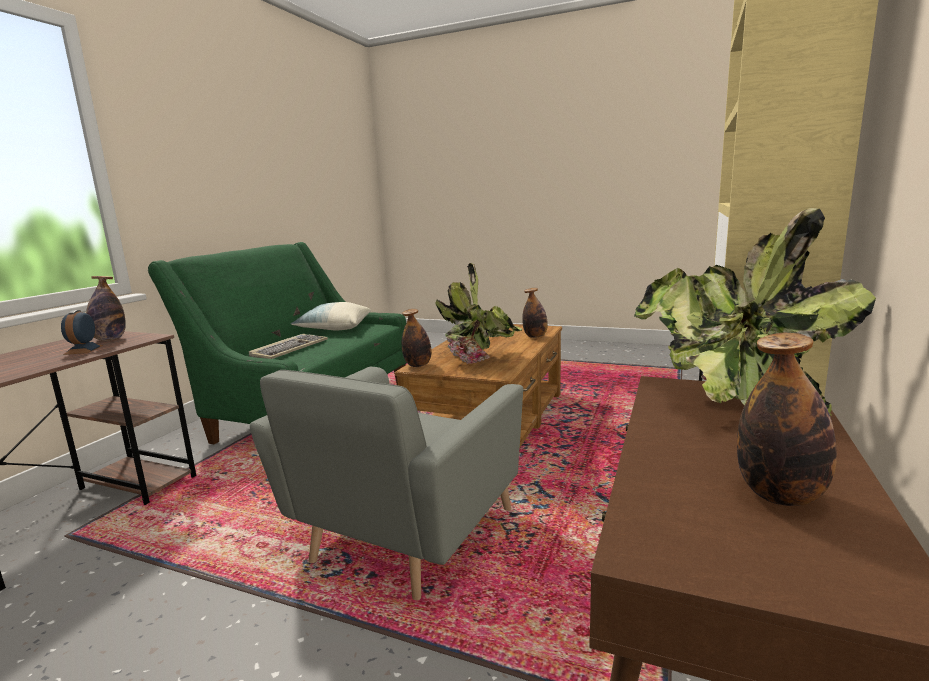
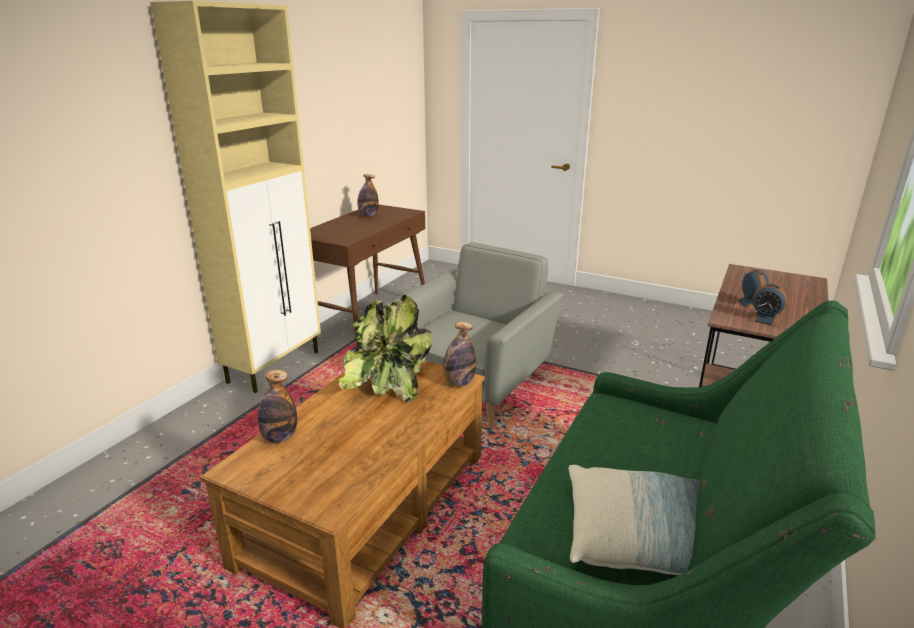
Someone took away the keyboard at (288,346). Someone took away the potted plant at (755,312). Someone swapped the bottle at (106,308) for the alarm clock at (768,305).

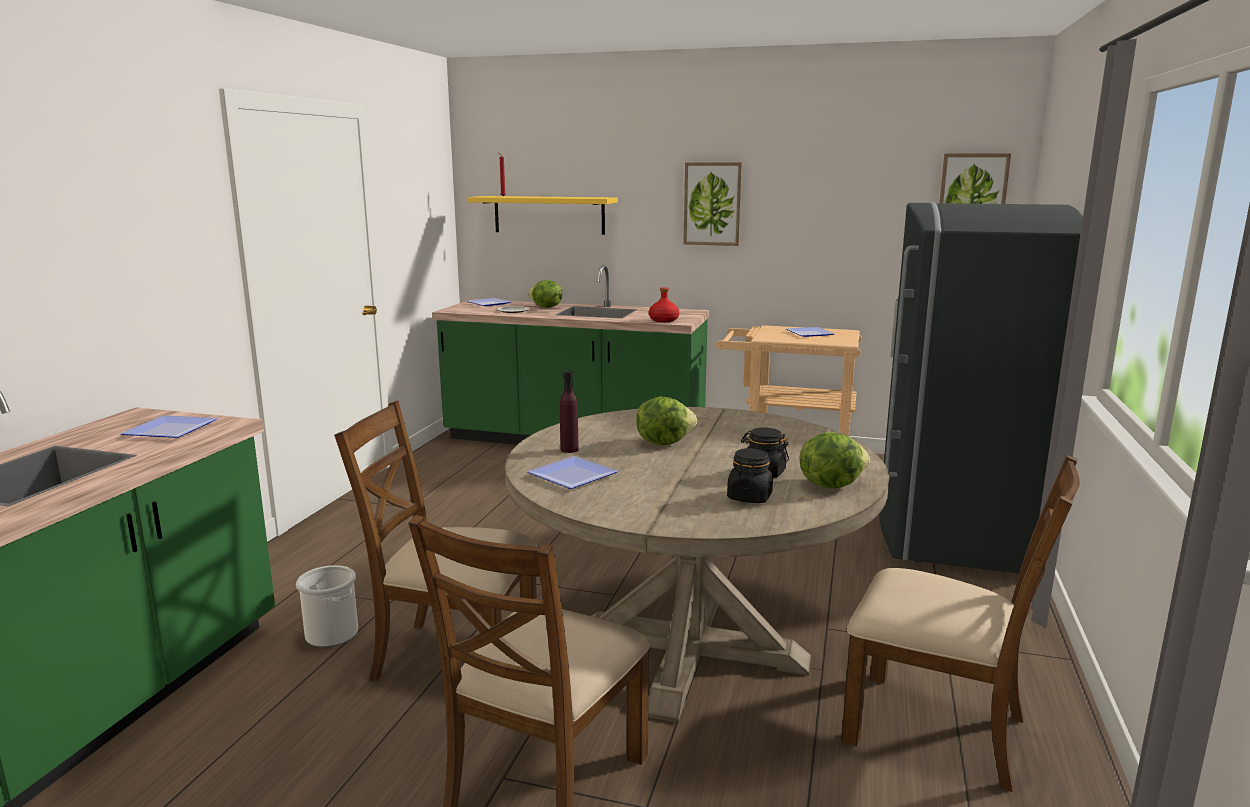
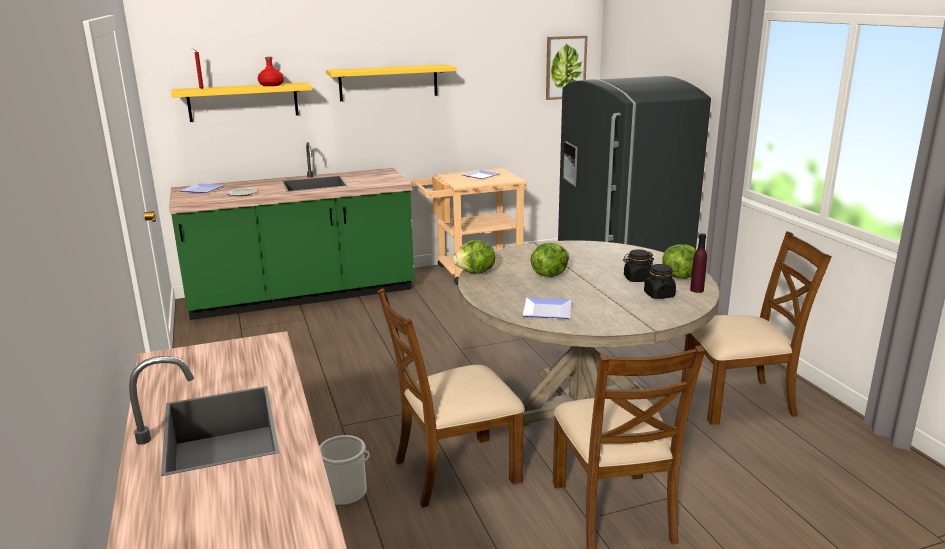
Someone took away the plate at (169,426). Someone carried the lettuce from (545,294) to (474,257). Someone carried the bottle in purple from (569,412) to (698,263). Someone carried the bottle in red from (664,304) to (271,71). Someone swapped the picture at (712,204) for the shelf in yellow at (391,82).

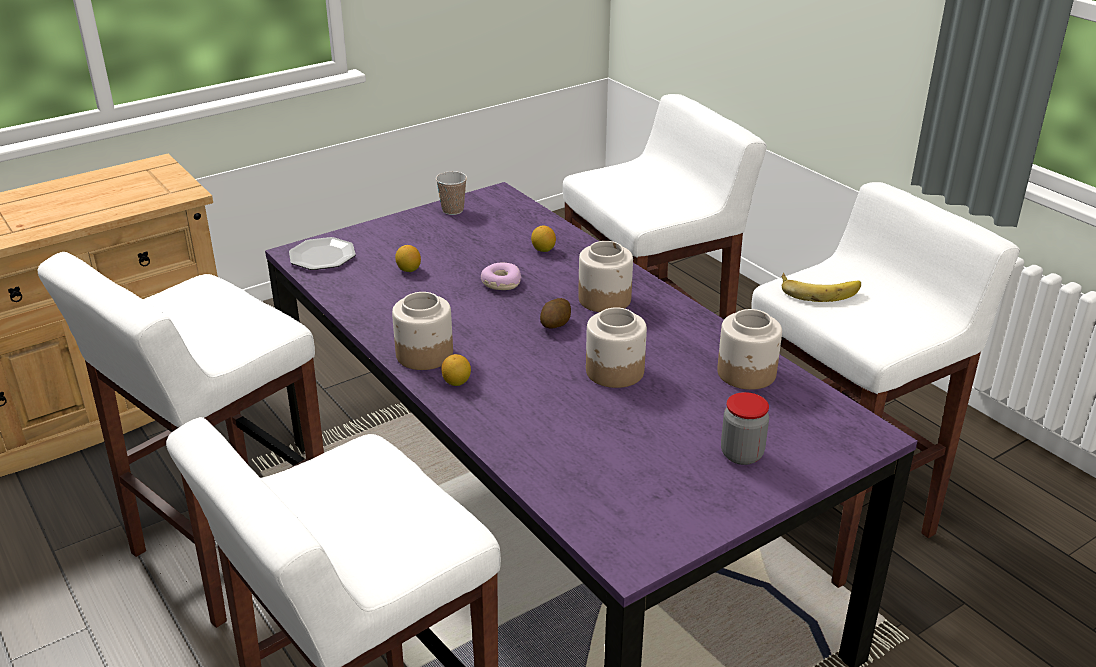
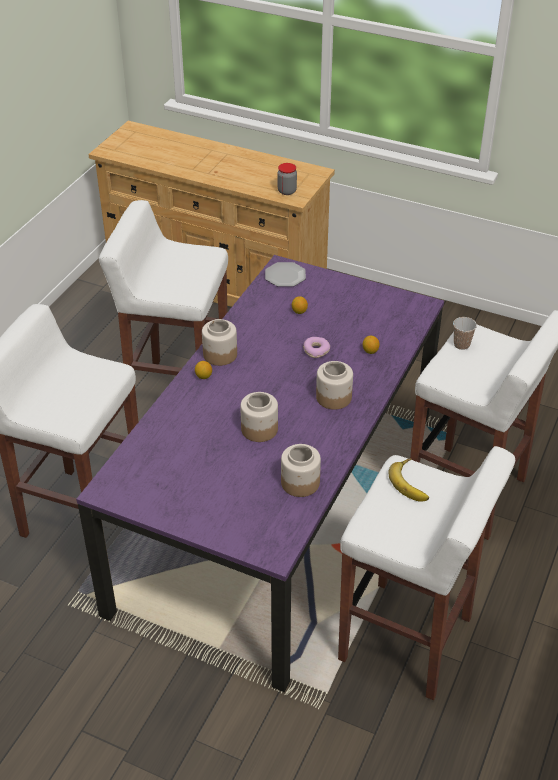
Someone took away the potato at (555,313). Someone carried the cup from (451,193) to (465,333). Someone carried the jar from (745,428) to (287,179).

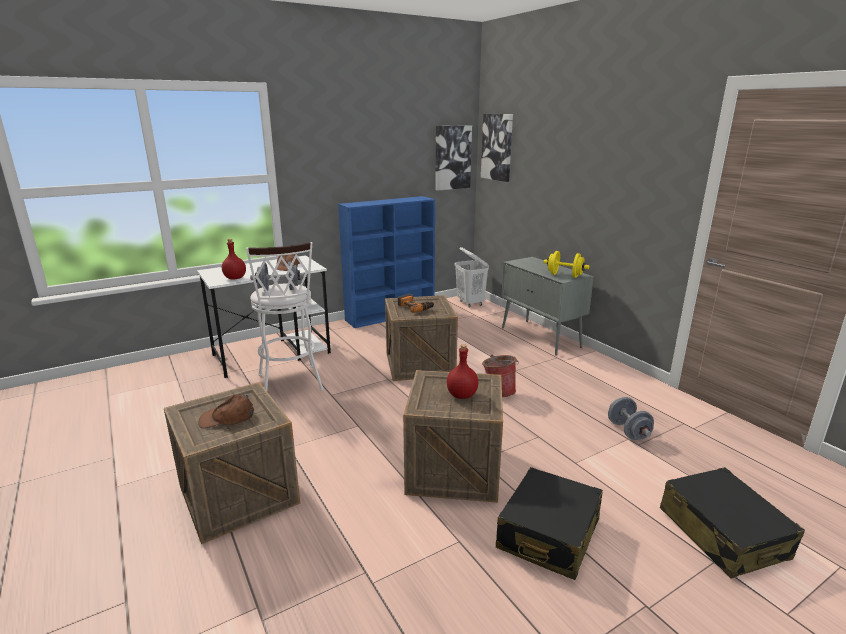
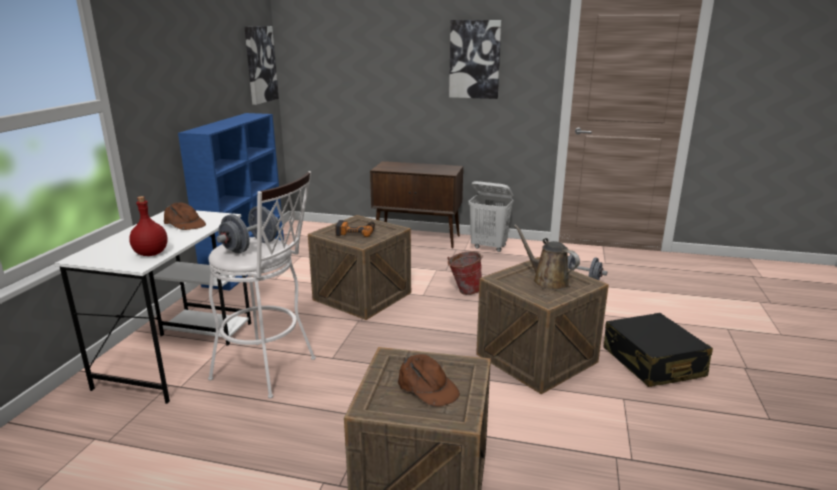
Someone took away the dumbbell in yellow at (566,264). Someone took away the suitcase in black at (732,522). Someone carried the laundry basket in white from (472,277) to (490,216). Someone carried the picture from (497,148) to (475,59). Someone swapped the bottle in red at (462,371) for the watering can in brown at (547,257). Someone repainted the cabinet in grey at (547,306), which became the cabinet in brown at (416,205). Someone rotated the cap in brown at (226,411) by 75 degrees counterclockwise.

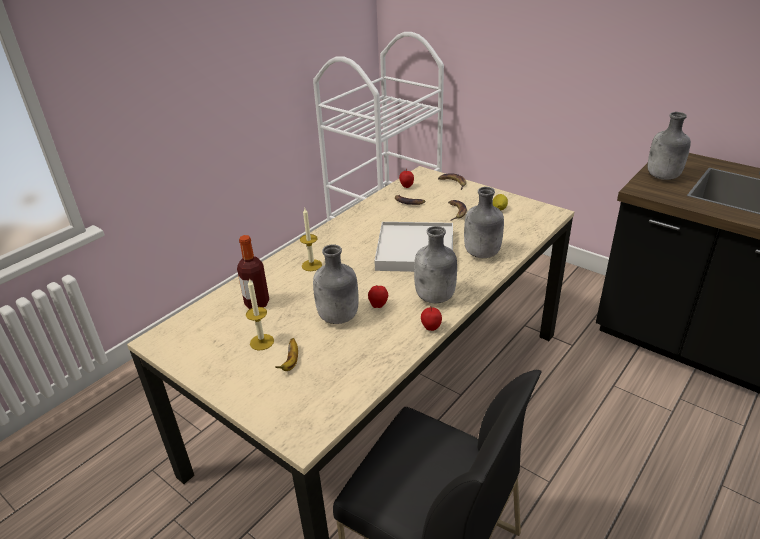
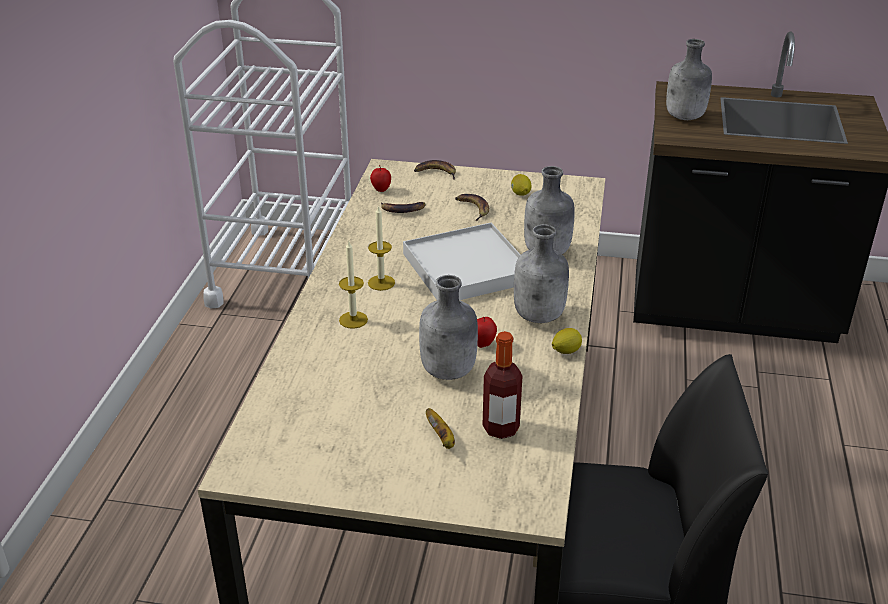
Someone carried the bottle from (253,272) to (502,385). Someone carried the candle from (260,314) to (381,248). Someone swapped the apple at (431,318) for the lemon at (567,341).

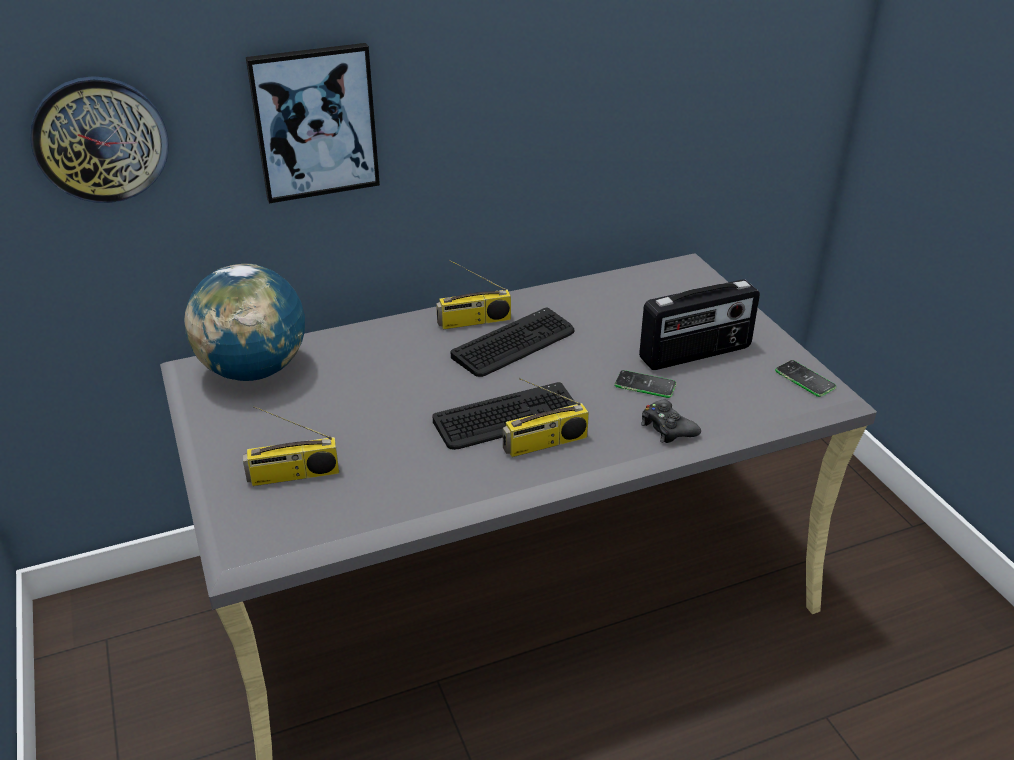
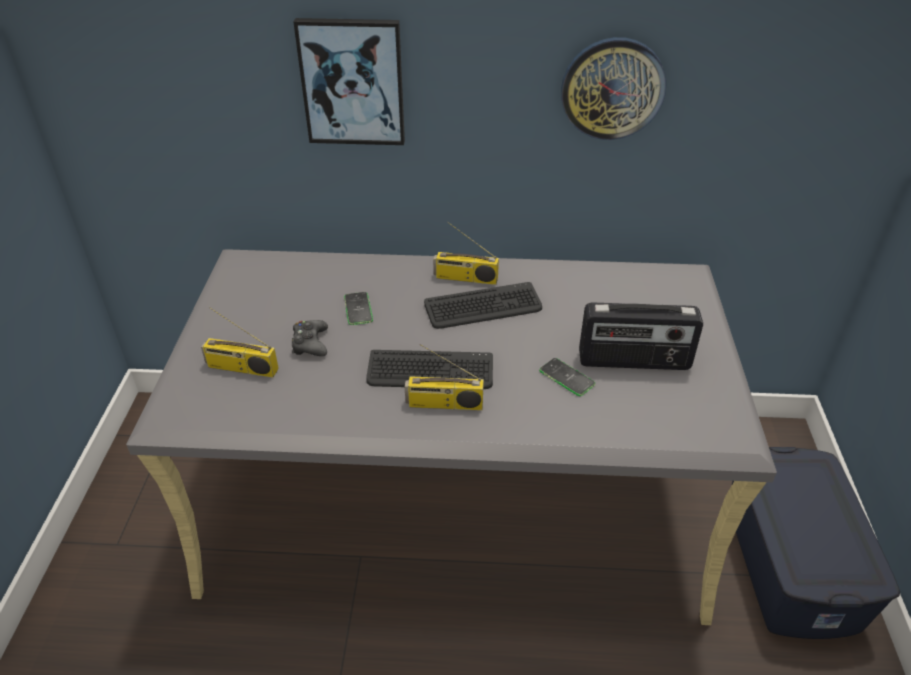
Someone took away the globe at (244,322). Someone put down the storage box in blue at (816,543). Someone carried the wall clock from (99,139) to (613,88). Someone carried the game controller in black from (671,421) to (310,338). Someone carried the phone from (805,378) to (358,308).

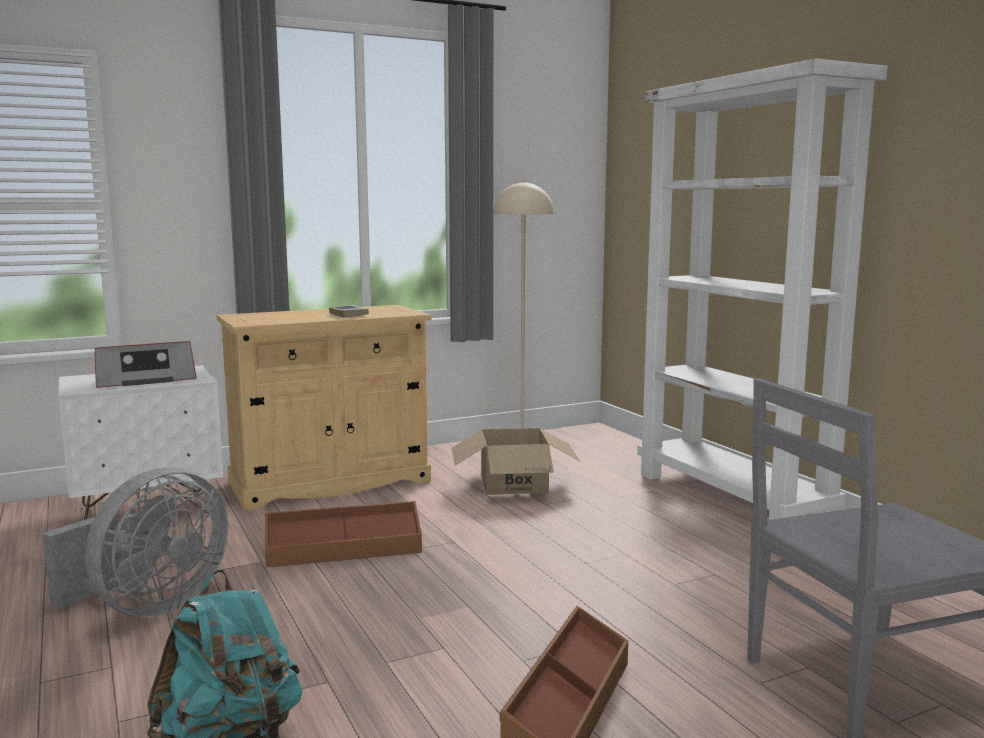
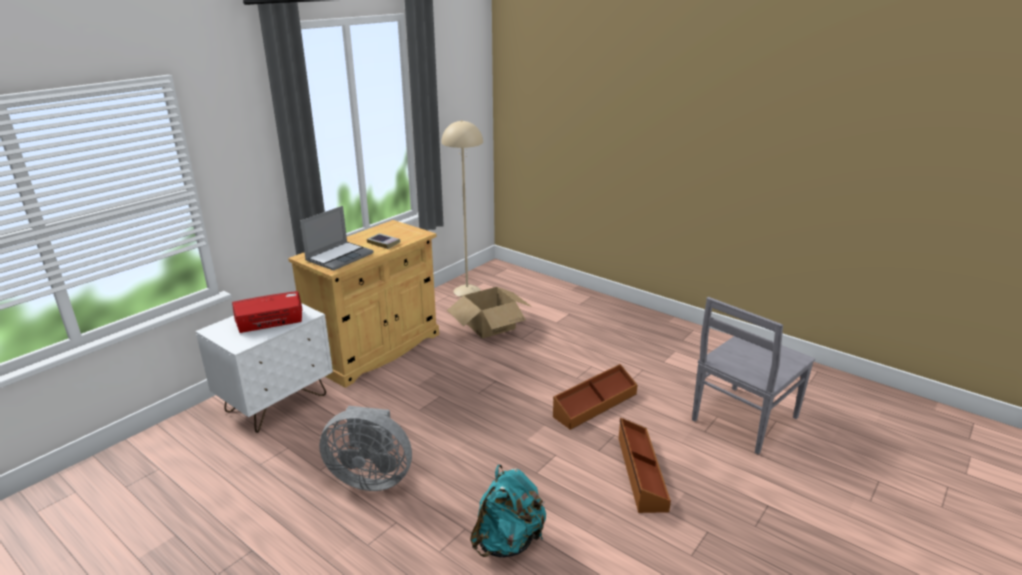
Someone took away the bookcase in white at (762,289). Someone put down the laptop at (337,238). Someone carried the storage box in brown from (343,534) to (595,397). Someone rotated the fan in grey at (135,542) by 90 degrees clockwise. Someone rotated the radio at (146,364) by 150 degrees counterclockwise.

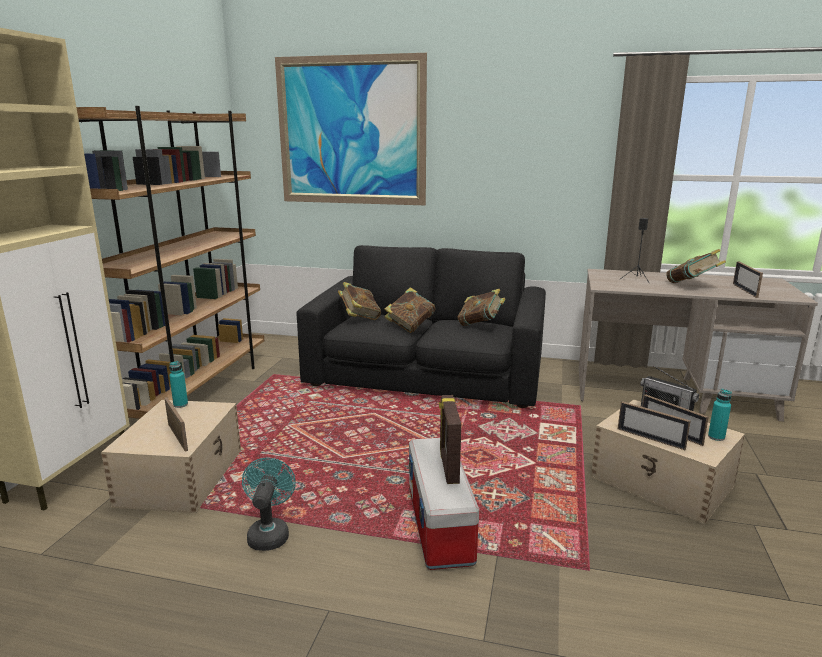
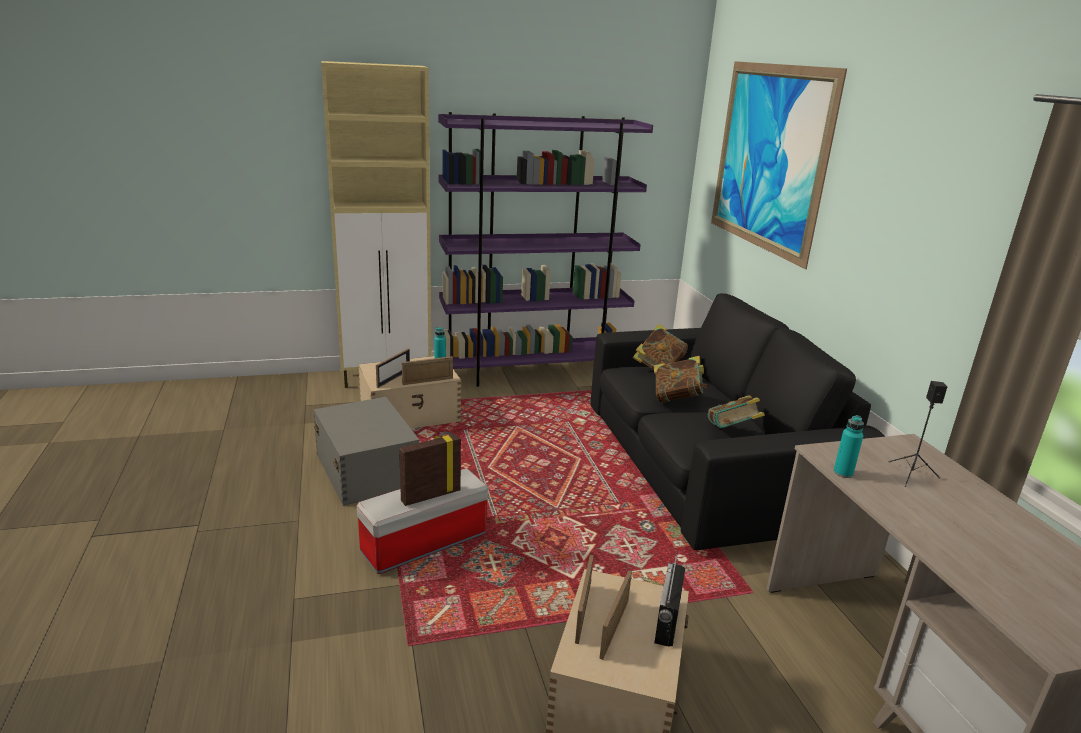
Someone took away the book at (696,266). Someone carried the bottle in turquoise from (720,415) to (848,446). Someone carried the picture frame from (748,279) to (427,370). Someone swapped the fan in turquoise at (269,504) for the storage box in grey at (366,451). Someone repainted the bookcase in brown at (170,262), which became the bookcase in purple at (545,249).

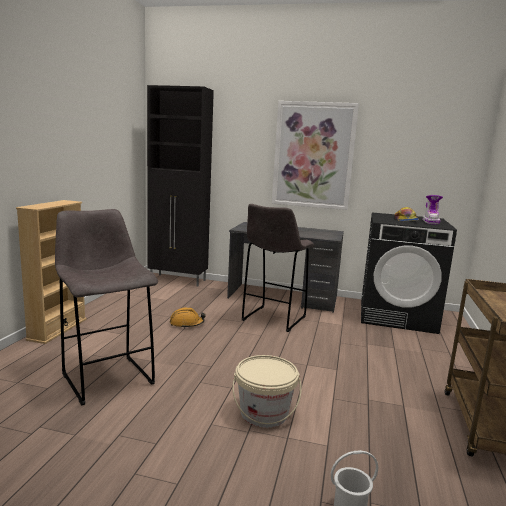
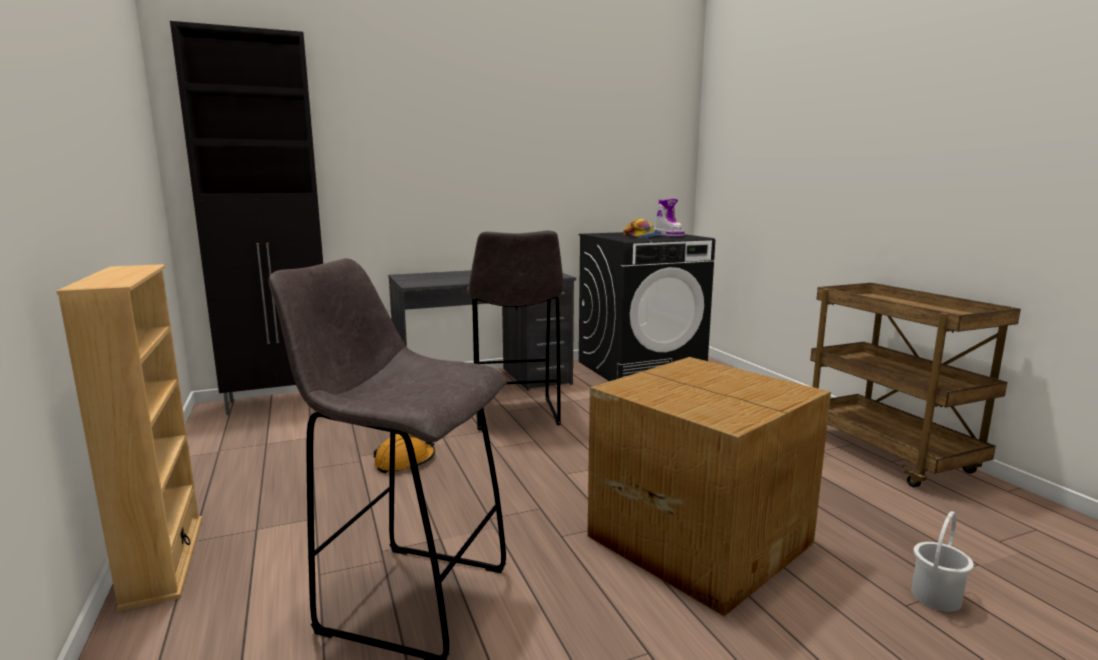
Someone took away the picture at (315,155). Someone swapped the bucket in beige at (267,391) for the cardboard box at (709,486).

